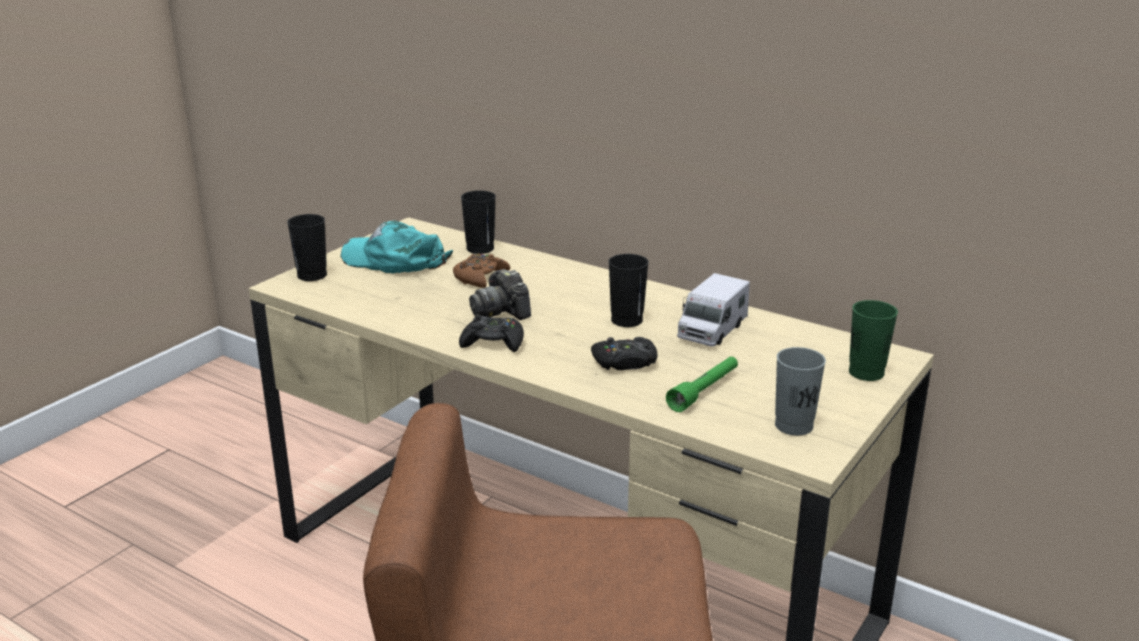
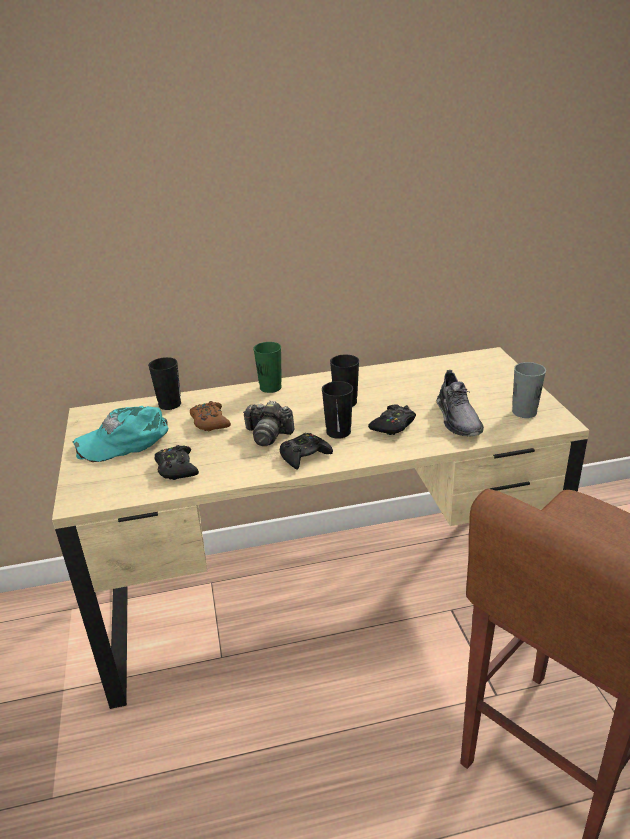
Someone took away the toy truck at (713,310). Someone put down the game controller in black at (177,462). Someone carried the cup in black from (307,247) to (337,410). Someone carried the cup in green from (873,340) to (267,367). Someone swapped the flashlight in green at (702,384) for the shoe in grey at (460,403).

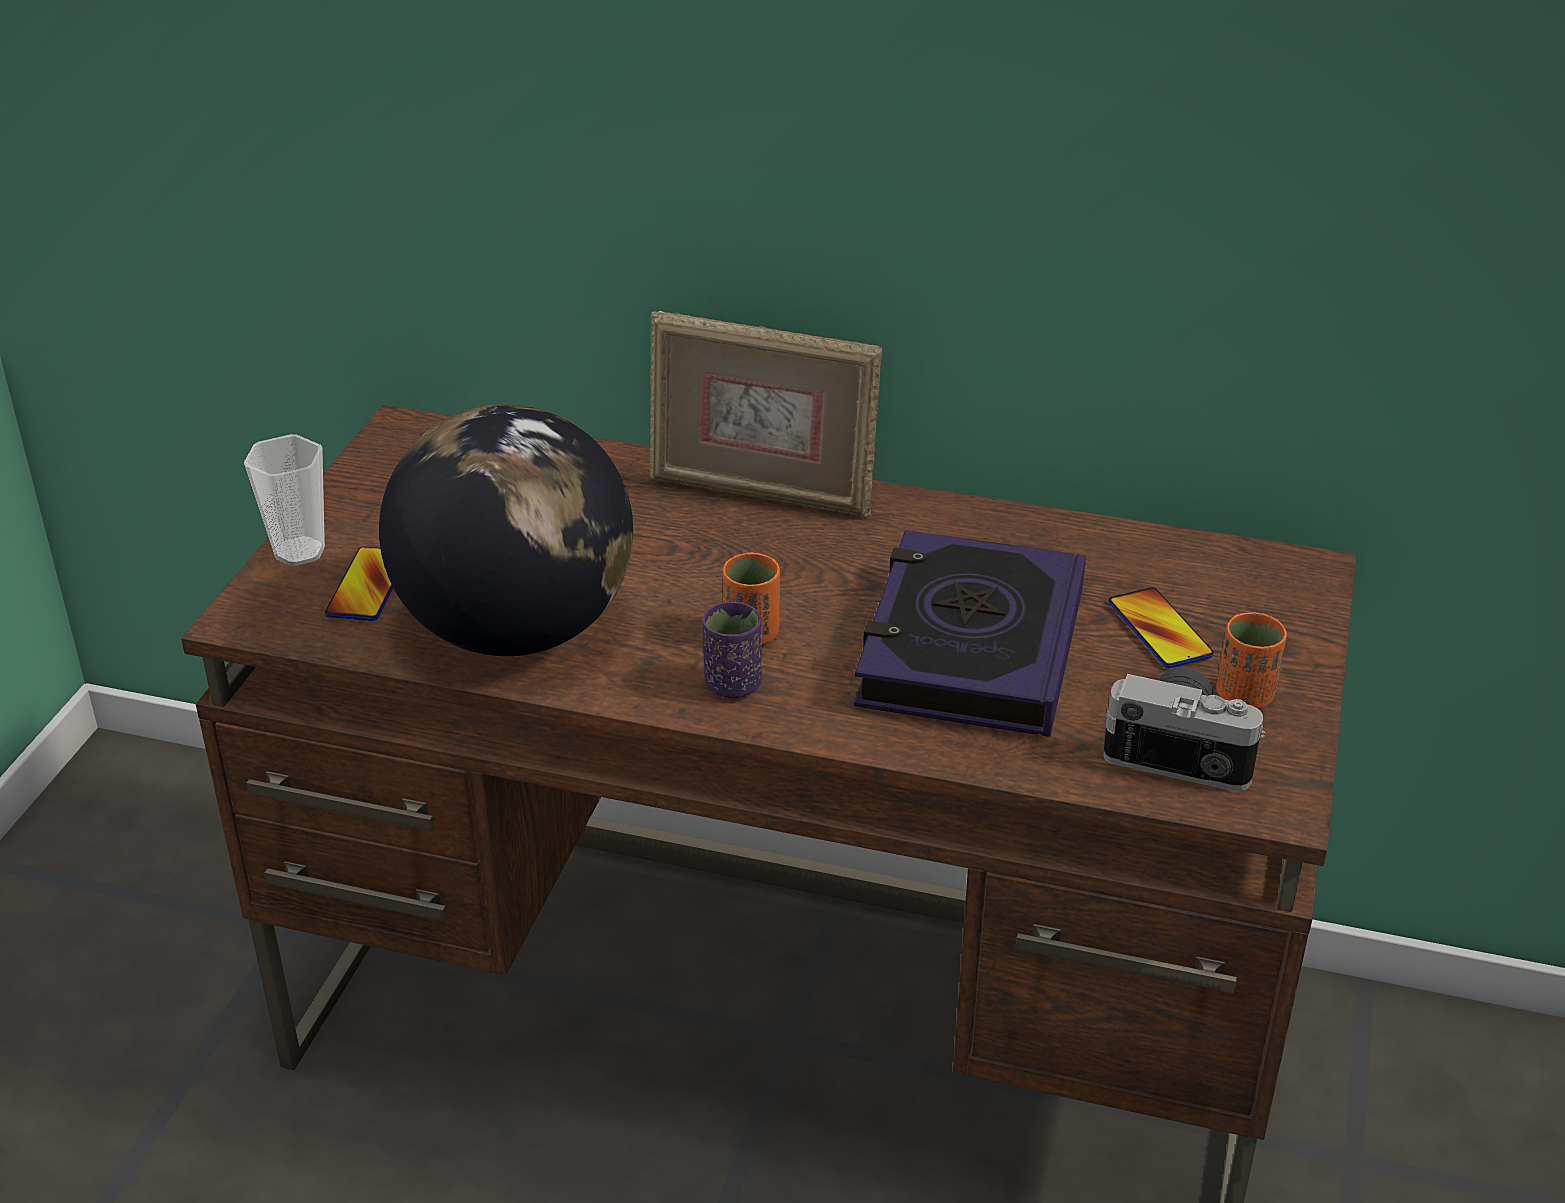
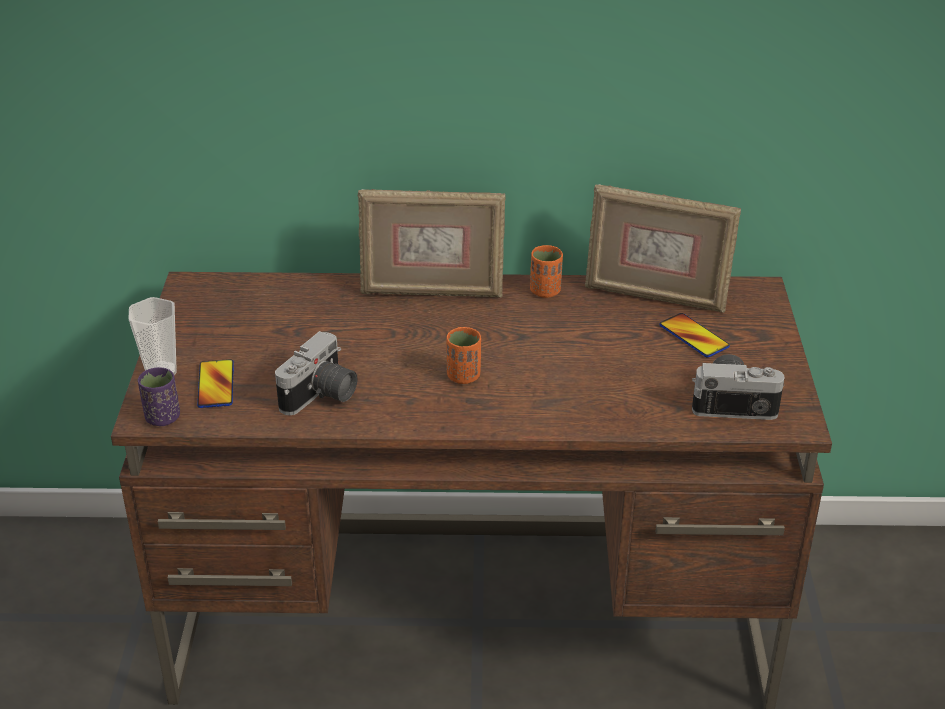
Someone took away the book at (970,633). Someone put down the picture frame at (663,248). Someone carried the cup in purple from (732,650) to (159,396). Someone carried the cup in orange from (1251,660) to (546,271). Someone swapped the globe at (506,530) for the photo camera at (316,373).

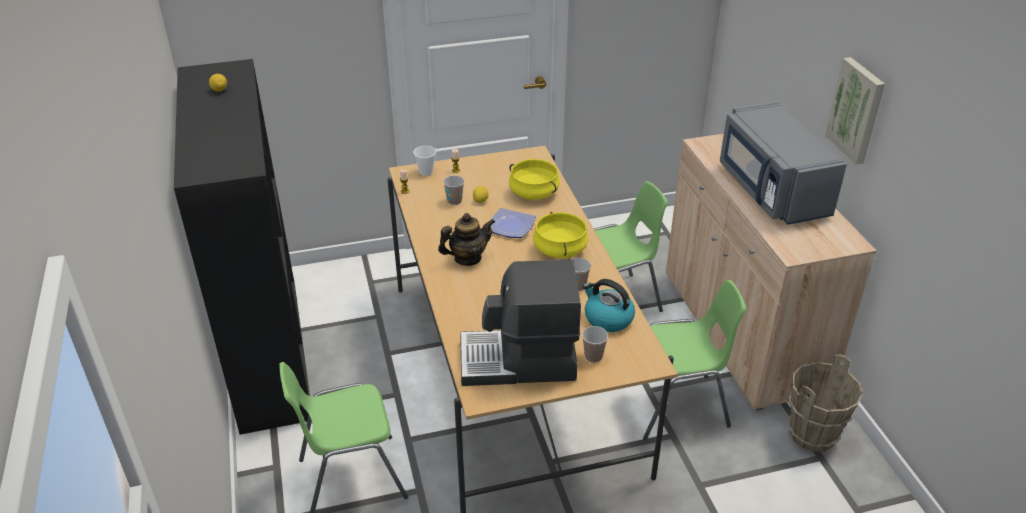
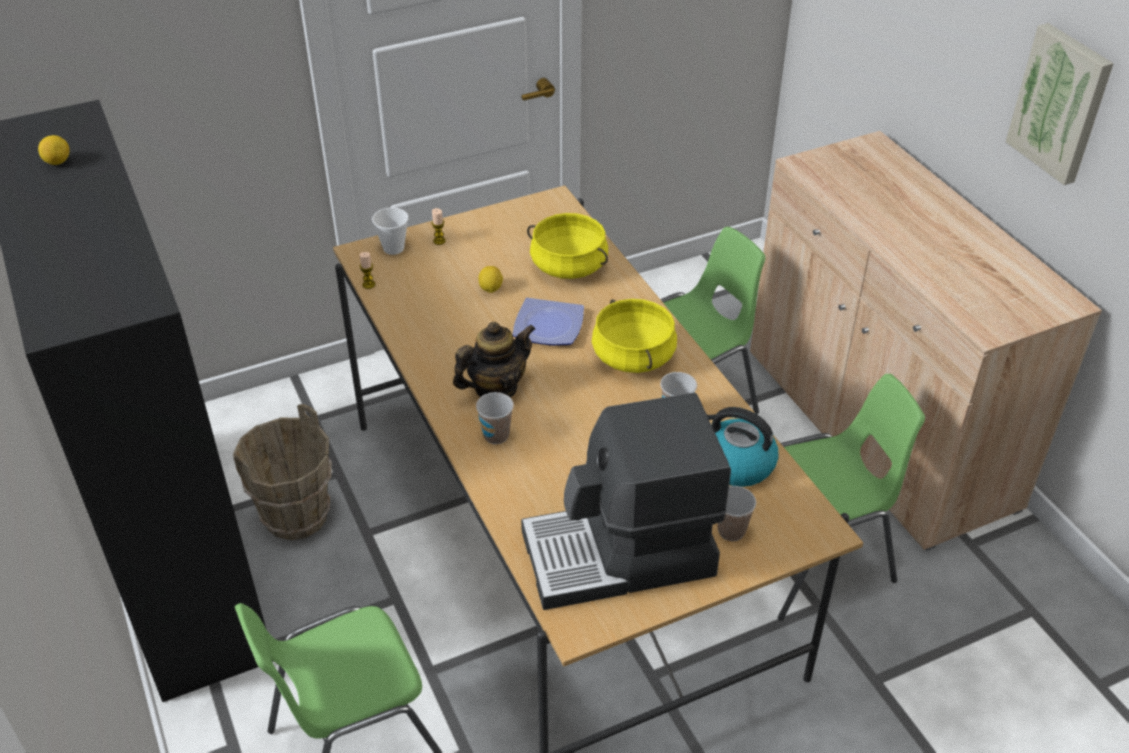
Someone took away the microwave in grey at (783,163). Someone carried the cup from (453,190) to (495,418). Someone carried the bucket in brown from (825,403) to (282,472).

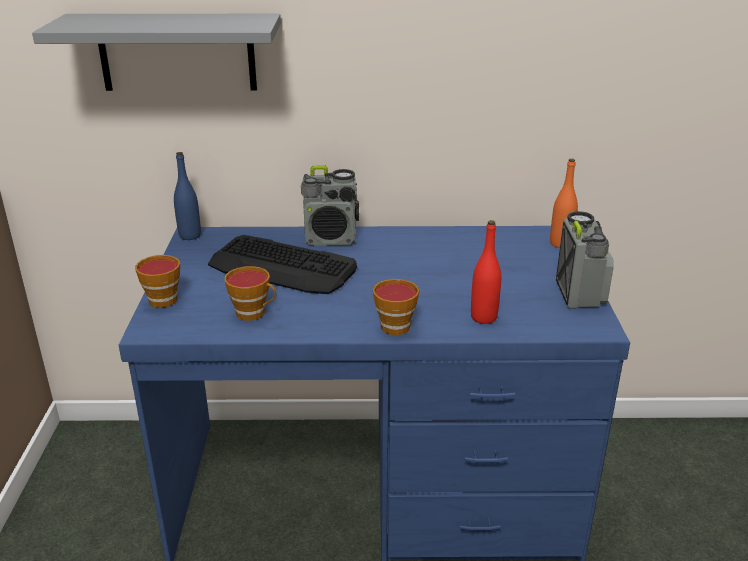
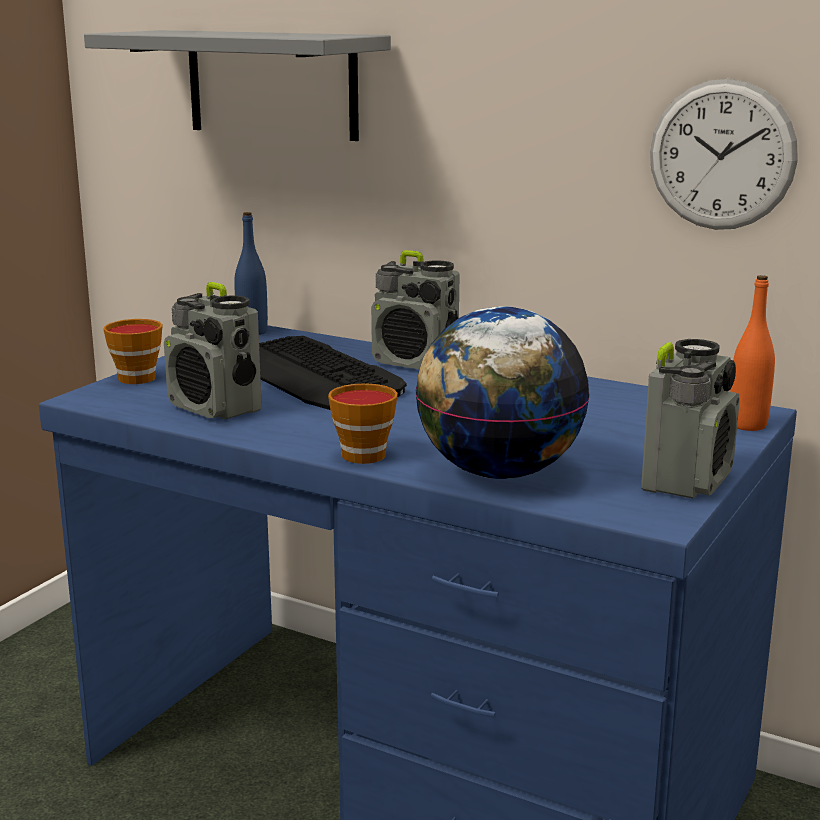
Someone put up the wall clock at (724,154). Someone swapped the cup at (250,293) for the radio at (213,350). Someone swapped the bottle in red at (486,272) for the globe at (502,392).

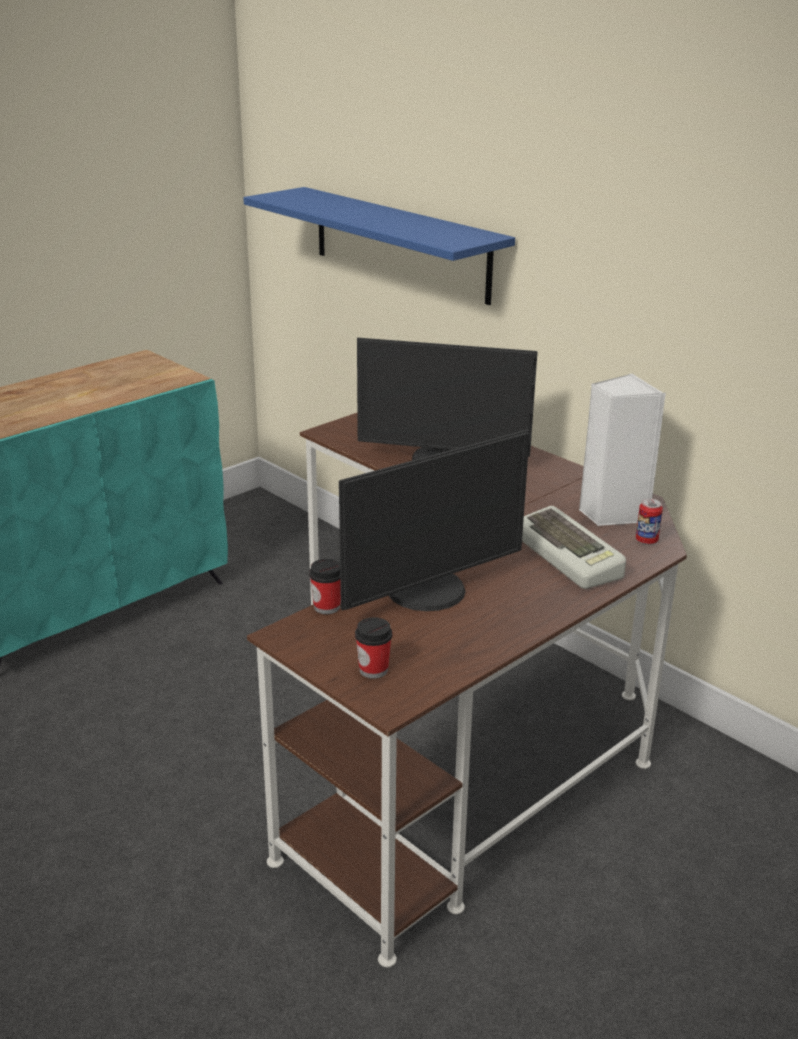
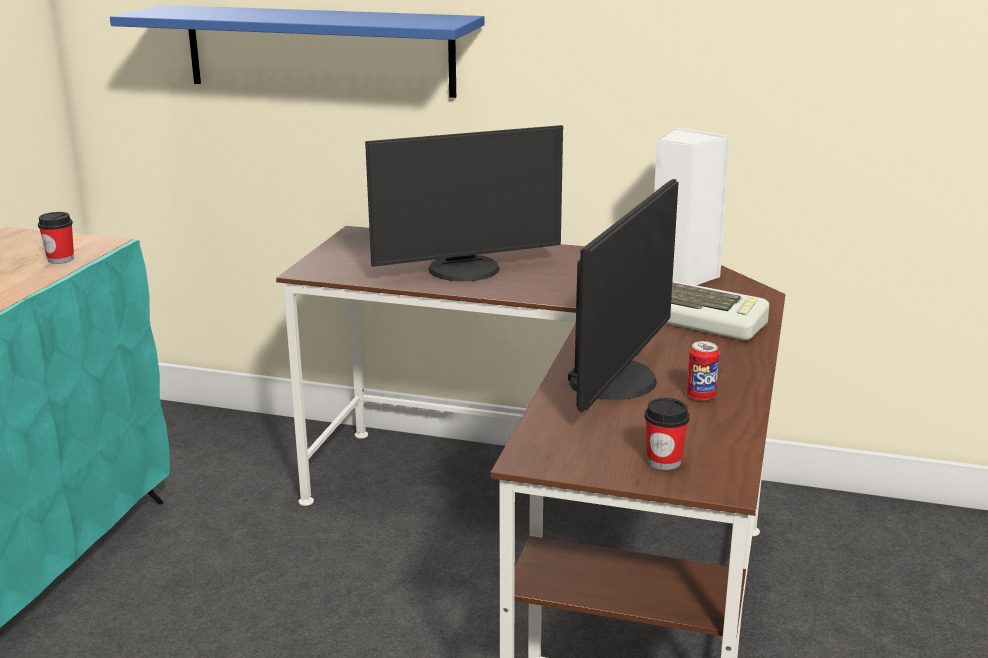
Someone carried the cup from (325,586) to (56,238). Someone carried the can from (649,522) to (703,371).

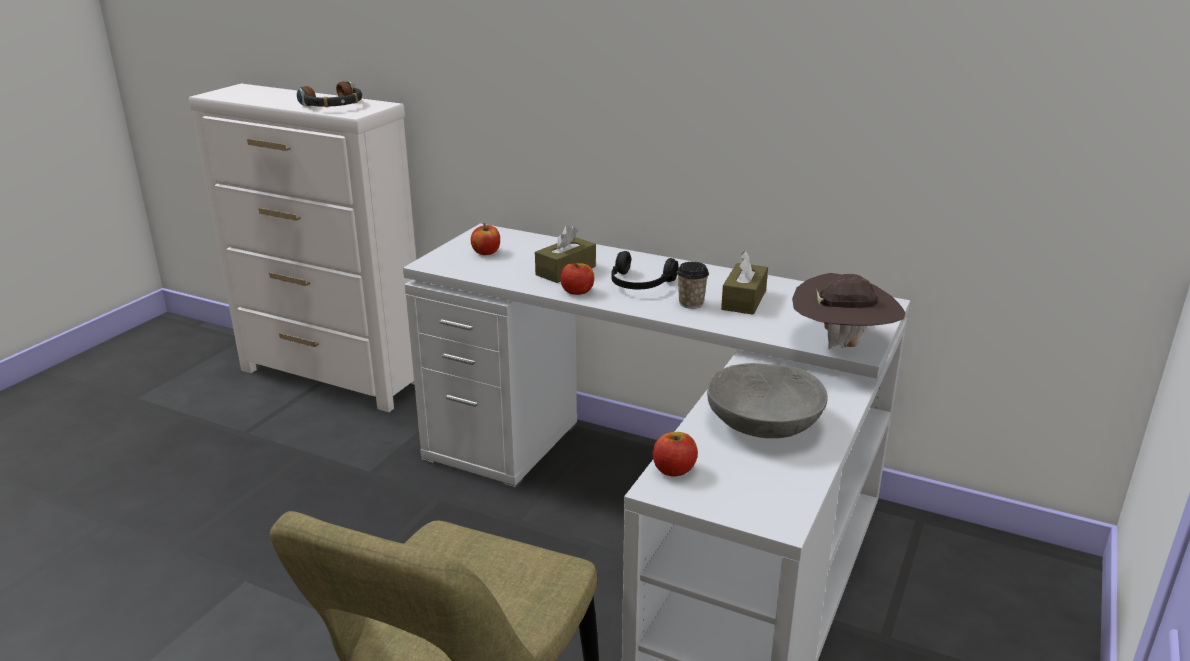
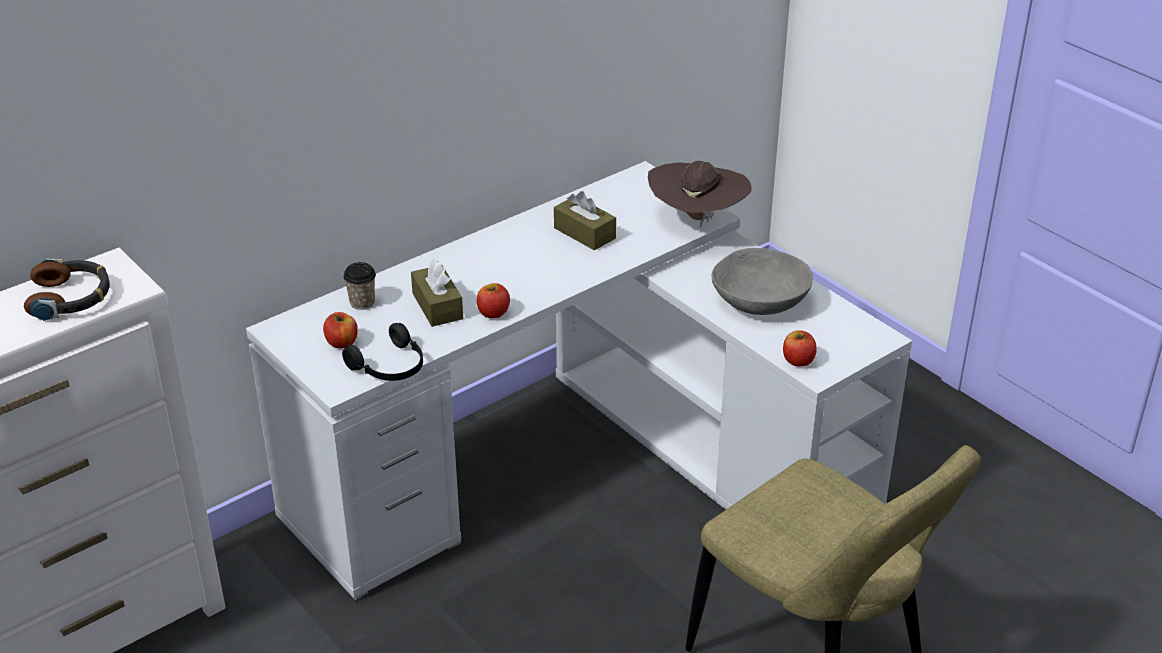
Someone carried the headphones in black from (644,270) to (382,352). Someone carried the cup from (693,285) to (359,286).

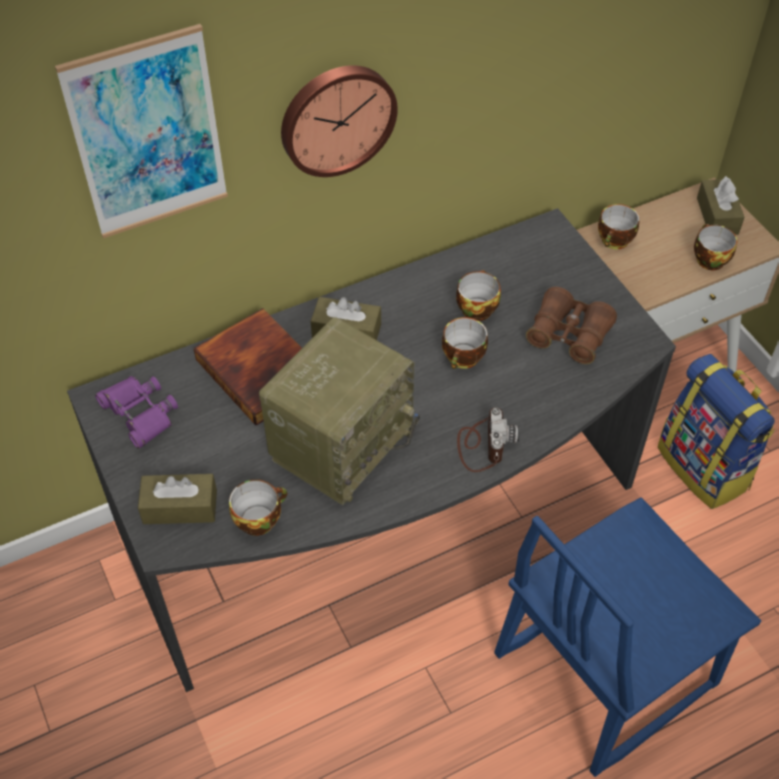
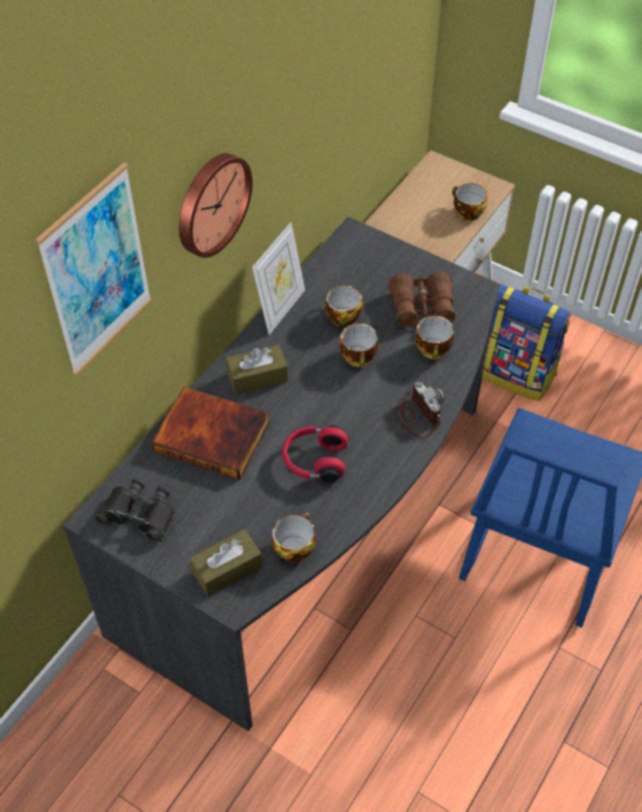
Someone took away the tissue box in brown at (721,205). Someone put down the picture frame at (278,278). Someone carried the cup from (618,226) to (434,338). Someone swapped the radio at (339,411) for the headphones in red at (315,454). Someone repainted the binoculars in purple at (136,412), which became the binoculars in black at (135,510).

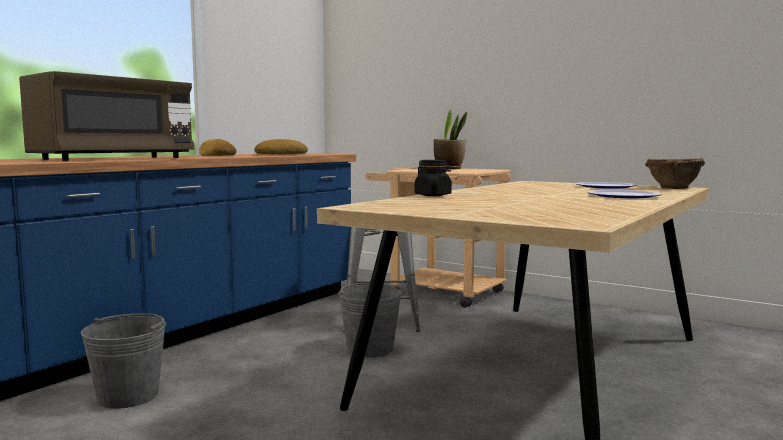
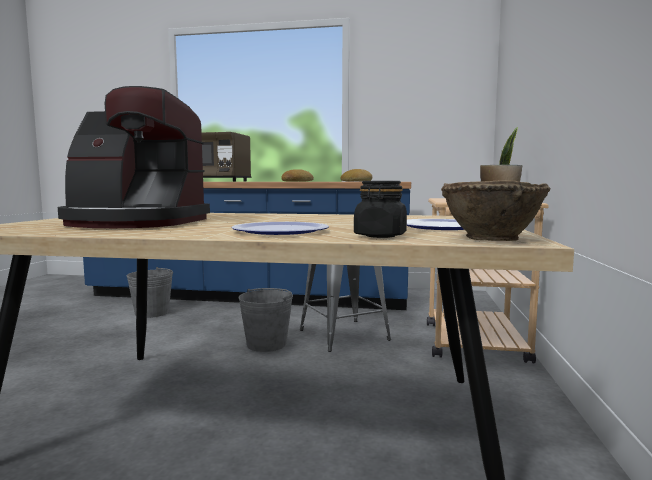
Someone put down the coffee machine at (134,157). Someone carried the jar in black from (433,178) to (380,209).

